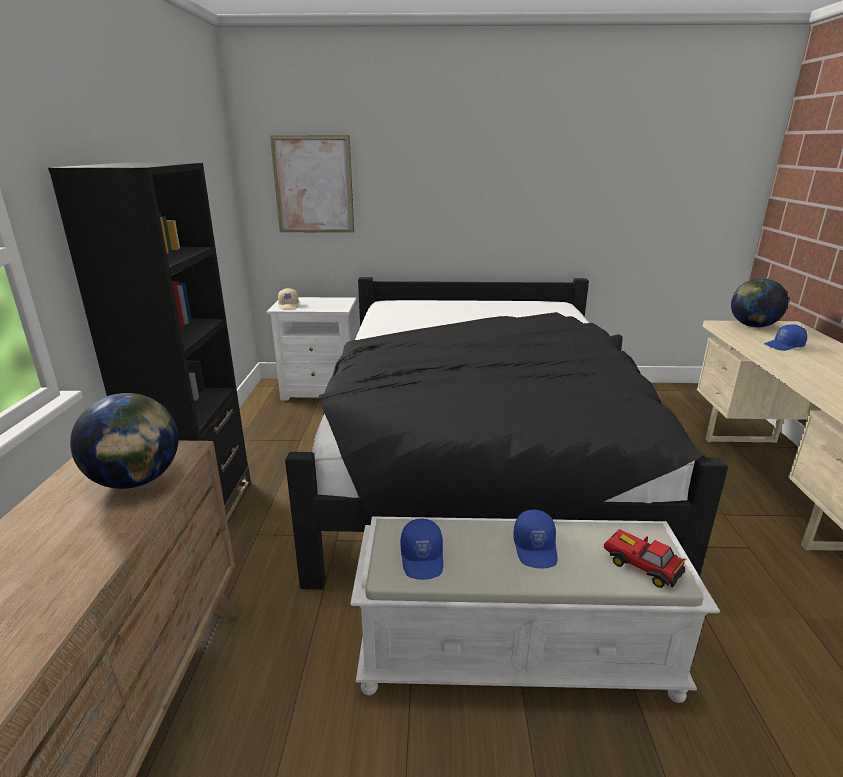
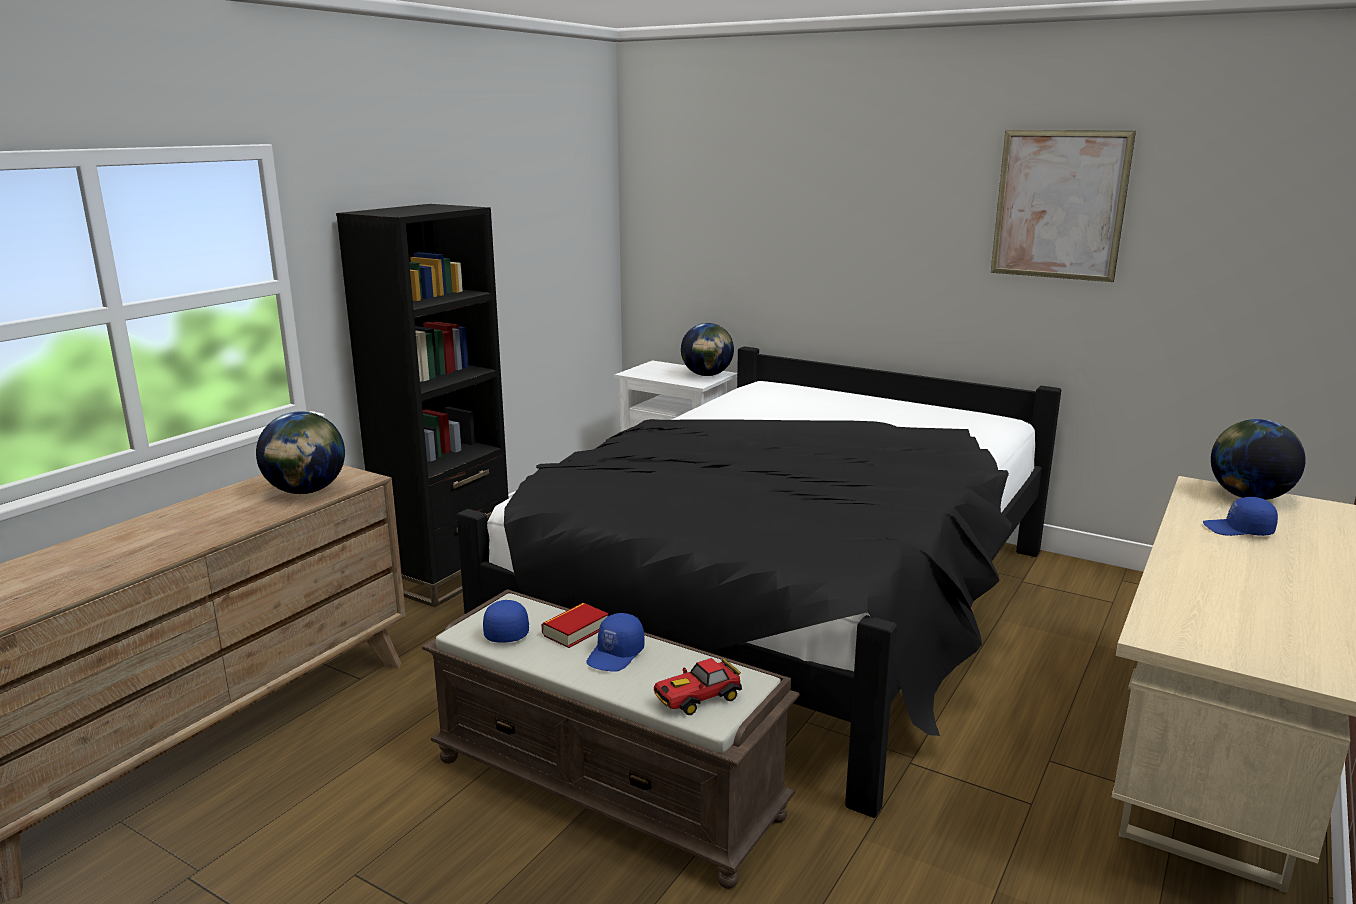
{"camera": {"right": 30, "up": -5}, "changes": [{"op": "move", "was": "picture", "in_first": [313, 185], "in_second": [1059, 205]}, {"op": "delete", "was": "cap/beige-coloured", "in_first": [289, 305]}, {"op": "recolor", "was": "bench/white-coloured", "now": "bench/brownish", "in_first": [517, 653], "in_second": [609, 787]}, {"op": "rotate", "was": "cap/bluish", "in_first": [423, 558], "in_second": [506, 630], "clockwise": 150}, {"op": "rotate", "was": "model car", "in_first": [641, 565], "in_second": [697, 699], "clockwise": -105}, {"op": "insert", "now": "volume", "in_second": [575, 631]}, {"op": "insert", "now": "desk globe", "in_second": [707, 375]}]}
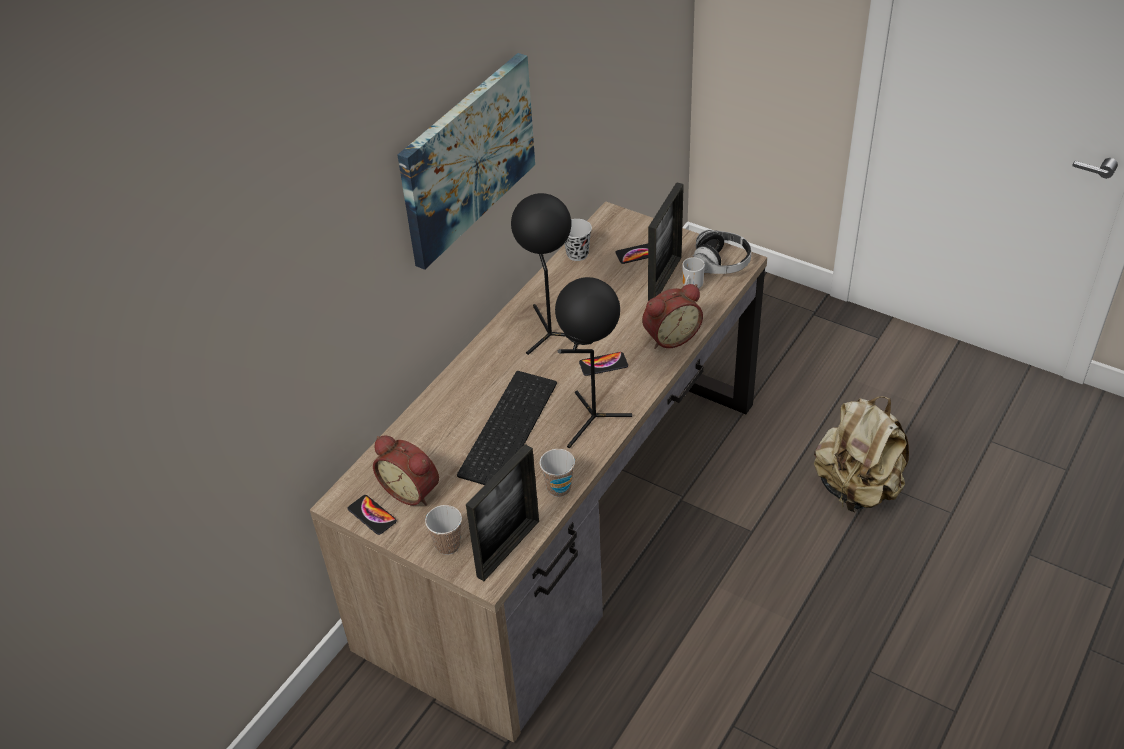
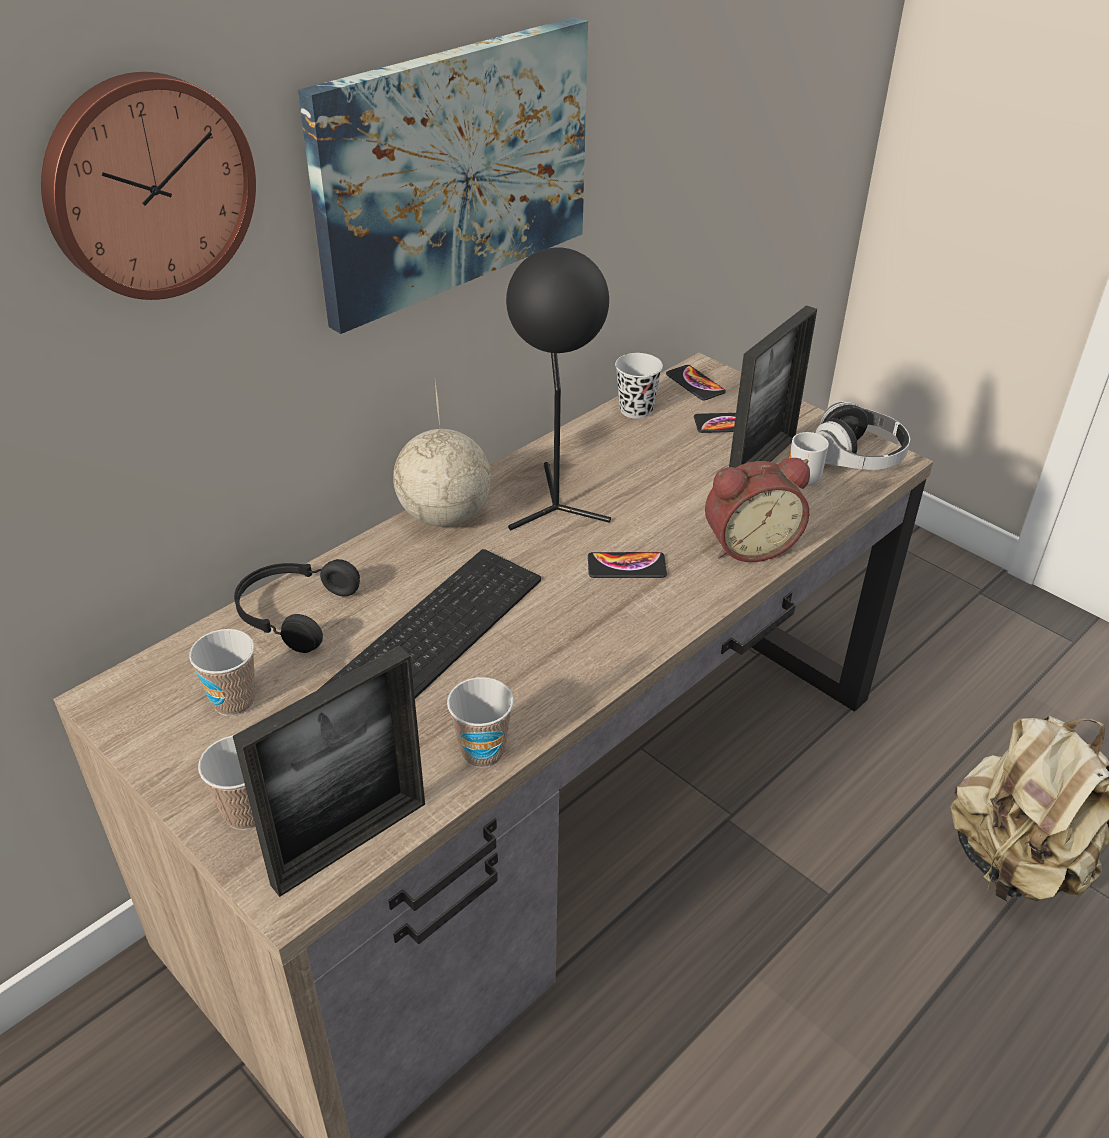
{"camera": {"right": 10, "up": -5}, "changes": [{"op": "move", "was": "handset", "in_first": [372, 515], "in_second": [695, 384]}, {"op": "replace", "was": "alarm clock", "now": "small cup", "in_first": [412, 489], "in_second": [234, 701]}, {"op": "delete", "was": "lamp for a table/black", "in_first": [591, 420]}, {"op": "insert", "now": "clock on the wall", "in_second": [147, 186]}, {"op": "insert", "now": "headphones/black", "in_second": [293, 613]}, {"op": "insert", "now": "desk globe", "in_second": [445, 516]}]}
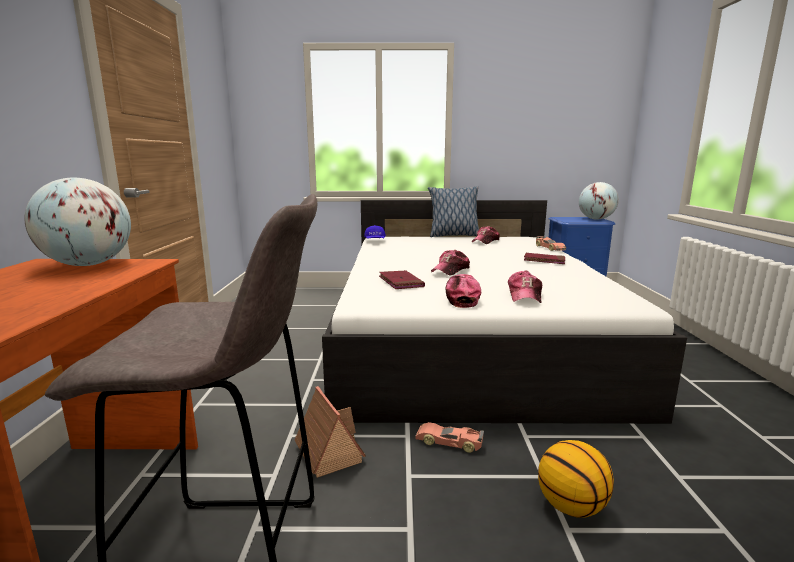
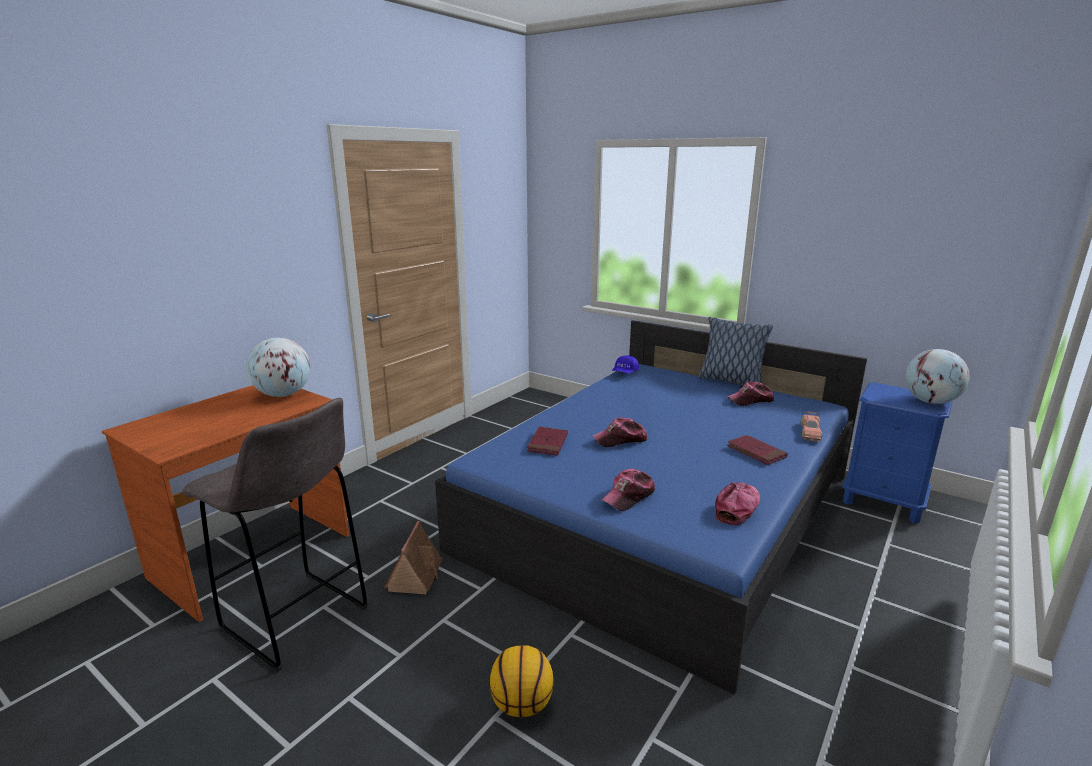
{"camera": {"right": 35, "up": 5}, "changes": [{"op": "recolor", "was": "bedroom bed/white-coloured", "now": "bedroom bed/bluish", "in_first": [466, 336], "in_second": [662, 511]}, {"op": "delete", "was": "model car", "in_first": [449, 442]}, {"op": "move", "was": "cap", "in_first": [461, 298], "in_second": [737, 508]}]}
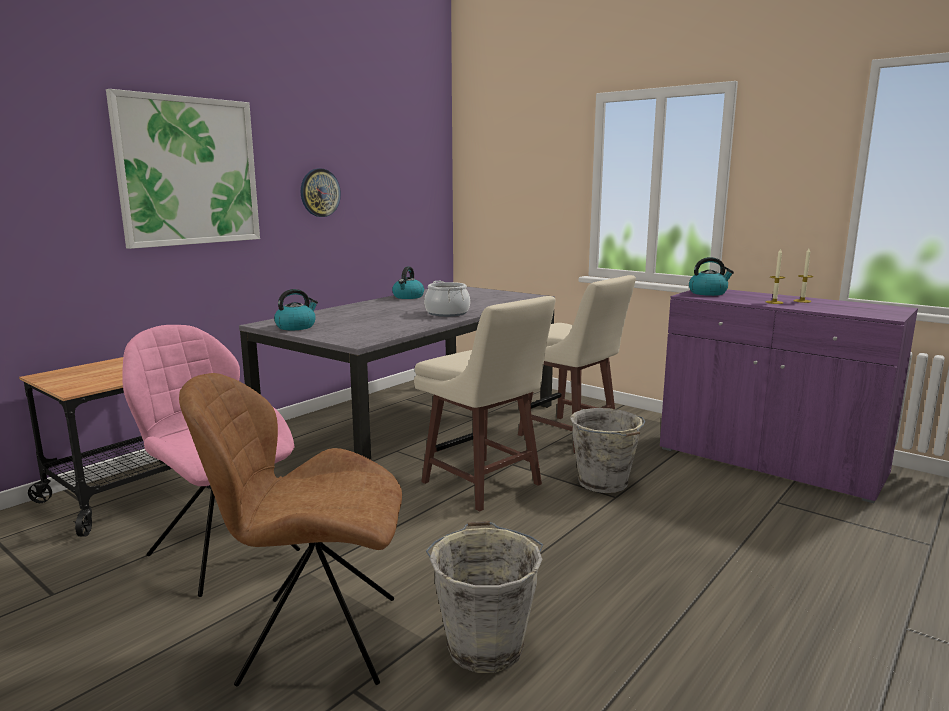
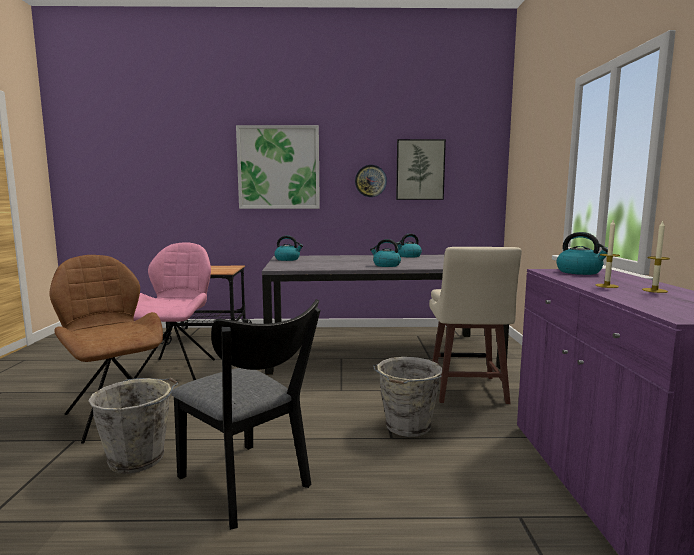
{"camera": {"right": 50, "up": -5}, "changes": [{"op": "delete", "was": "sitting stool/beige-coloured", "in_first": [483, 485]}, {"op": "replace", "was": "stockpot", "now": "water kettle", "in_first": [447, 313], "in_second": [386, 265]}, {"op": "insert", "now": "upright chair/black", "in_second": [248, 486]}, {"op": "insert", "now": "picture", "in_second": [420, 170]}]}
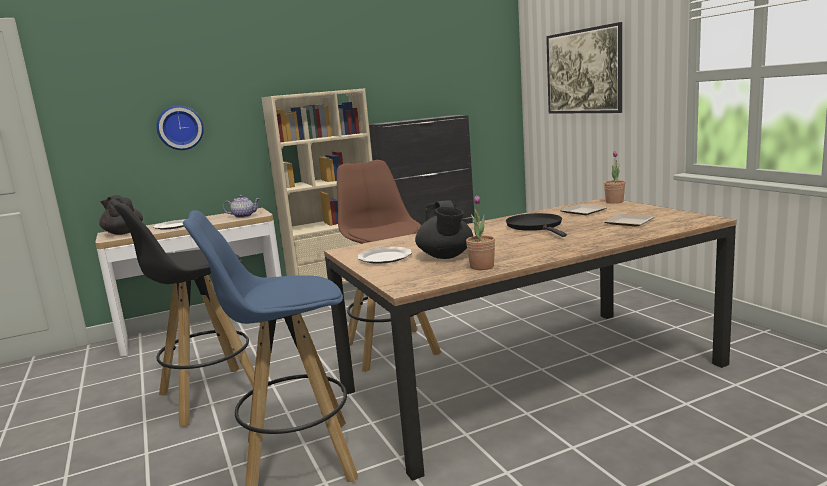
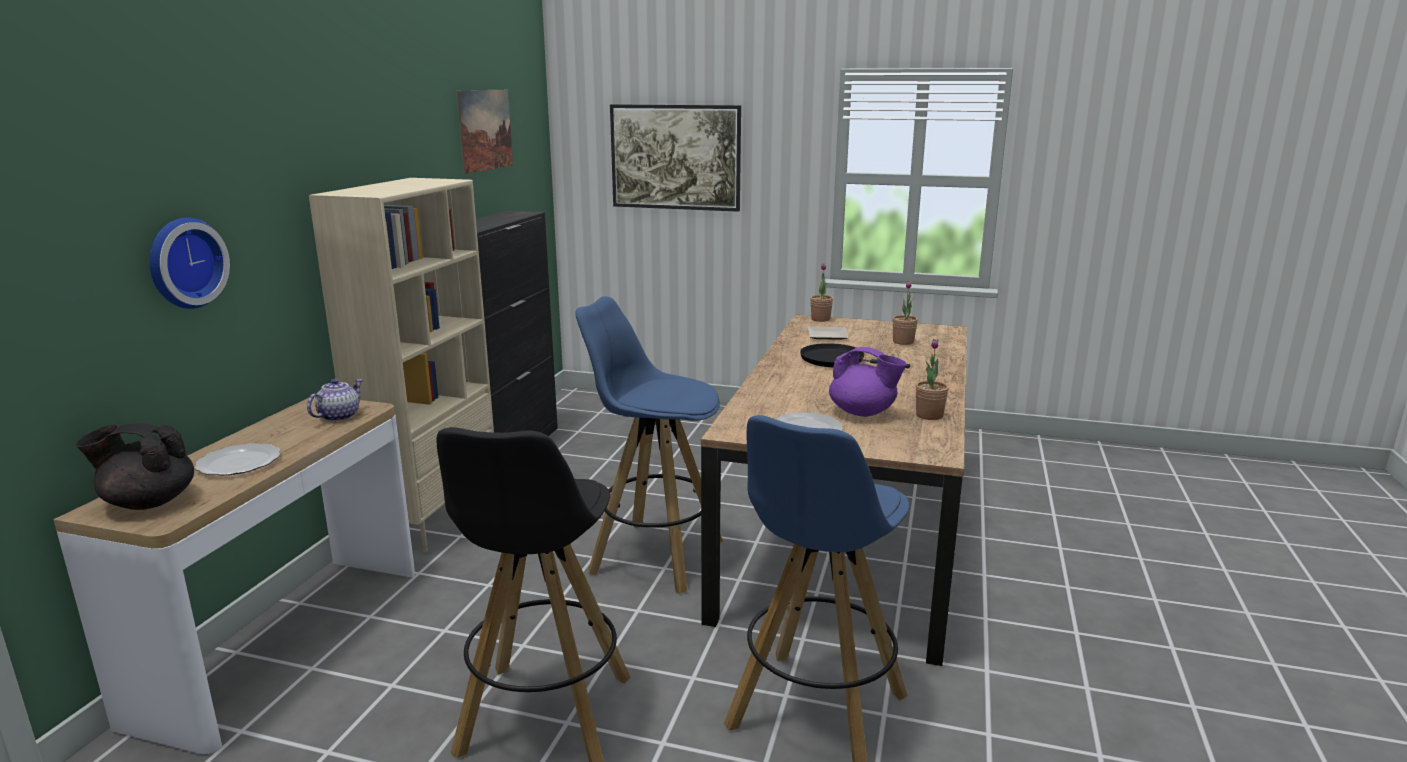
{"camera": {"right": -50, "up": 5}, "changes": [{"op": "recolor", "was": "sitting stool/brownish", "now": "sitting stool/bluish", "in_first": [391, 349], "in_second": [654, 556]}, {"op": "recolor", "was": "tea pot/black", "now": "tea pot/purplish", "in_first": [446, 256], "in_second": [863, 412]}, {"op": "replace", "was": "flat dish", "now": "potted plant", "in_first": [631, 222], "in_second": [903, 342]}, {"op": "insert", "now": "picture", "in_second": [485, 130]}]}
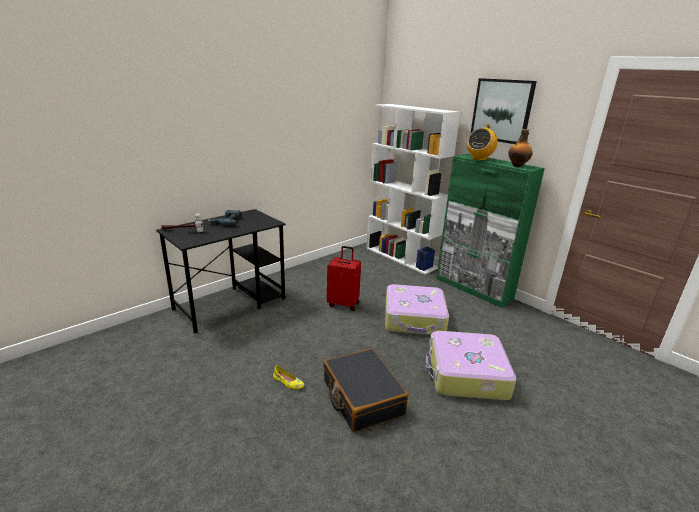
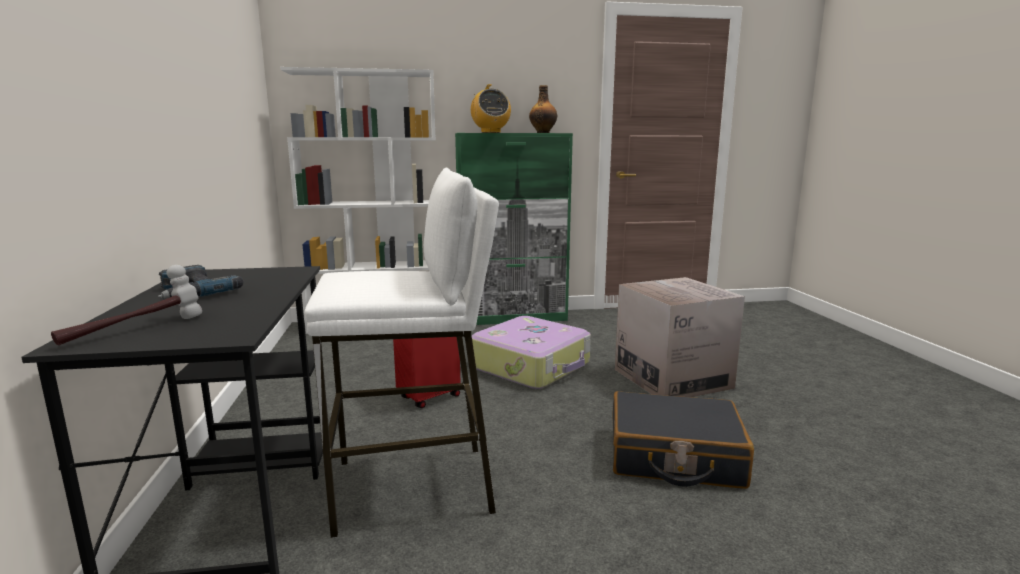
{"camera": {"right": -55, "up": -10}, "changes": [{"op": "delete", "was": "shoe/yellow-coloured", "in_first": [288, 382]}, {"op": "replace", "was": "travel case", "now": "cardboard box", "in_first": [466, 374], "in_second": [672, 378]}, {"op": "delete", "was": "picture", "in_first": [502, 111]}, {"op": "insert", "now": "sitting stool/white-coloured", "in_second": [414, 488]}]}
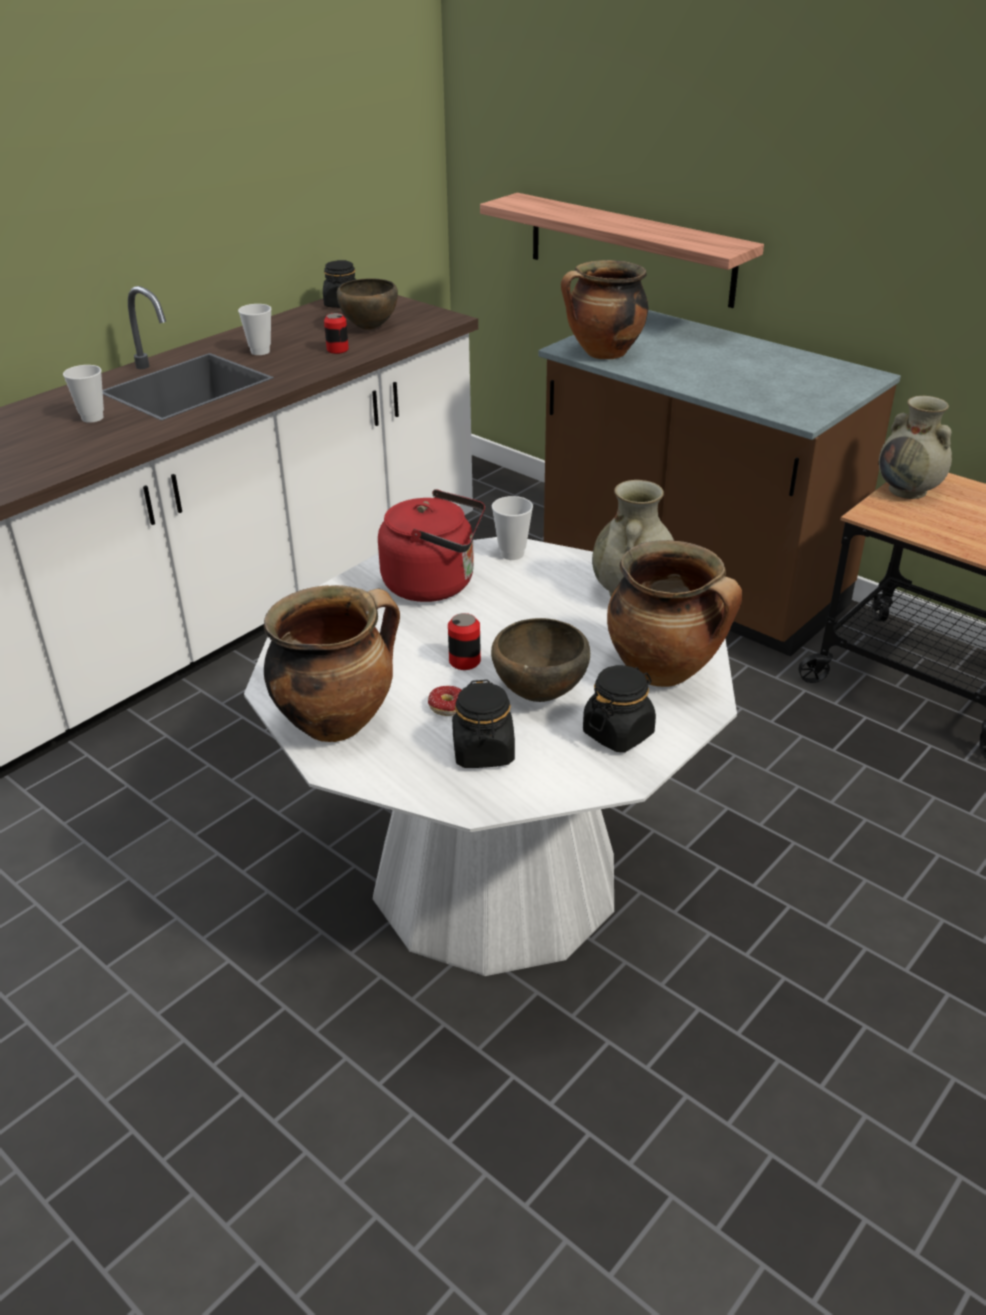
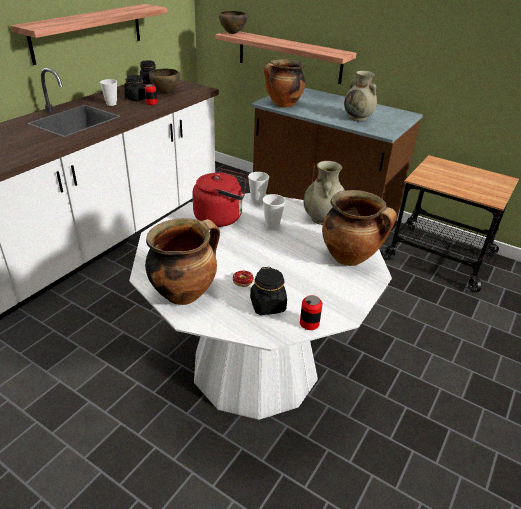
{"camera": {"right": -10, "up": 0}, "changes": [{"op": "move", "was": "small cup", "in_first": [92, 418], "in_second": [272, 225]}, {"op": "move", "was": "sealed can", "in_first": [464, 661], "in_second": [309, 323]}, {"op": "move", "was": "bowl/brownish", "in_first": [538, 696], "in_second": [232, 33]}, {"op": "move", "was": "jar/black", "in_first": [618, 733], "in_second": [136, 98]}, {"op": "move", "was": "flower vase/beige-coloured", "in_first": [908, 491], "in_second": [358, 118]}, {"op": "insert", "now": "shelf", "in_second": [88, 32]}]}
